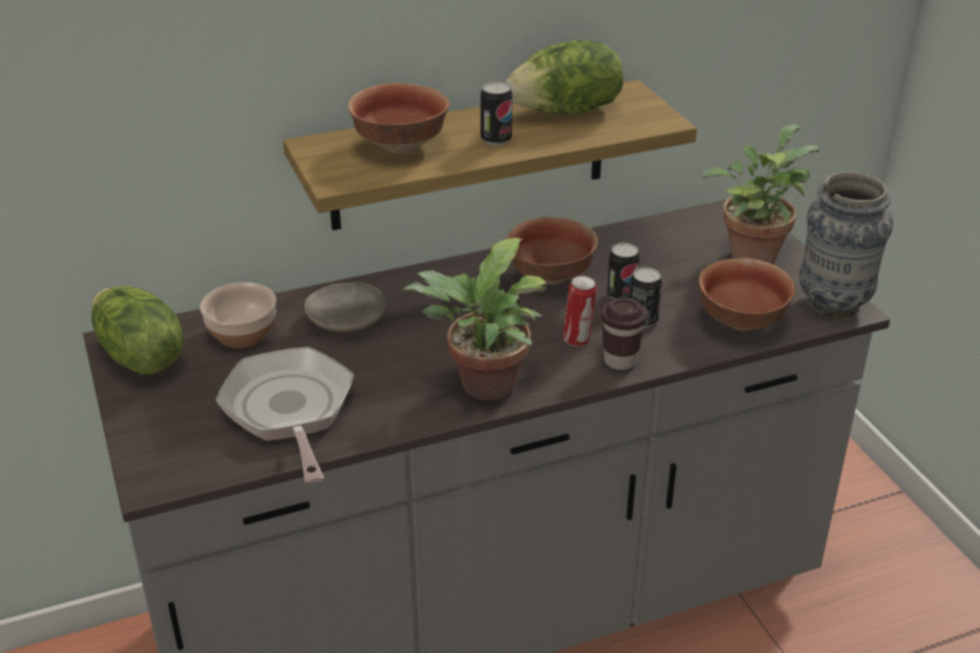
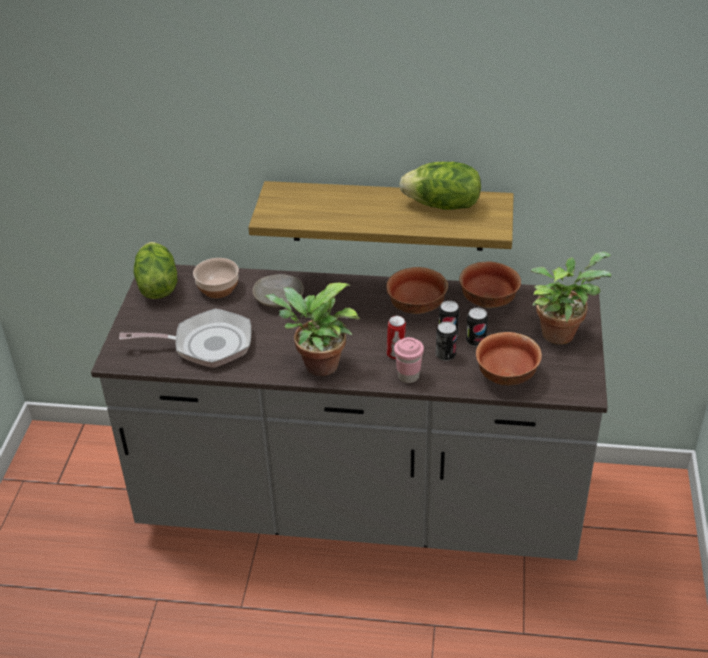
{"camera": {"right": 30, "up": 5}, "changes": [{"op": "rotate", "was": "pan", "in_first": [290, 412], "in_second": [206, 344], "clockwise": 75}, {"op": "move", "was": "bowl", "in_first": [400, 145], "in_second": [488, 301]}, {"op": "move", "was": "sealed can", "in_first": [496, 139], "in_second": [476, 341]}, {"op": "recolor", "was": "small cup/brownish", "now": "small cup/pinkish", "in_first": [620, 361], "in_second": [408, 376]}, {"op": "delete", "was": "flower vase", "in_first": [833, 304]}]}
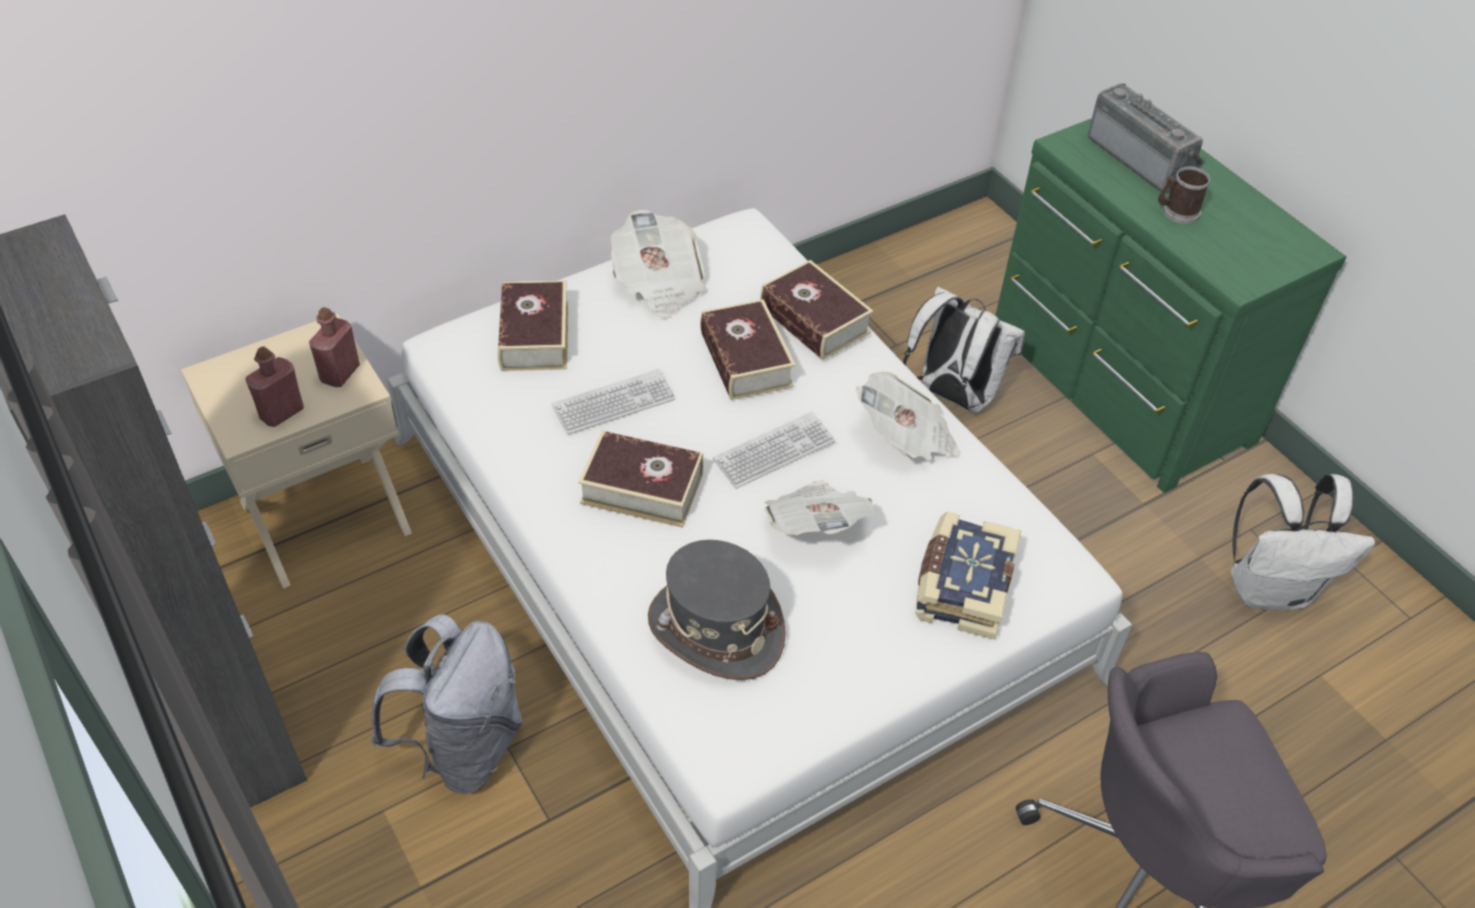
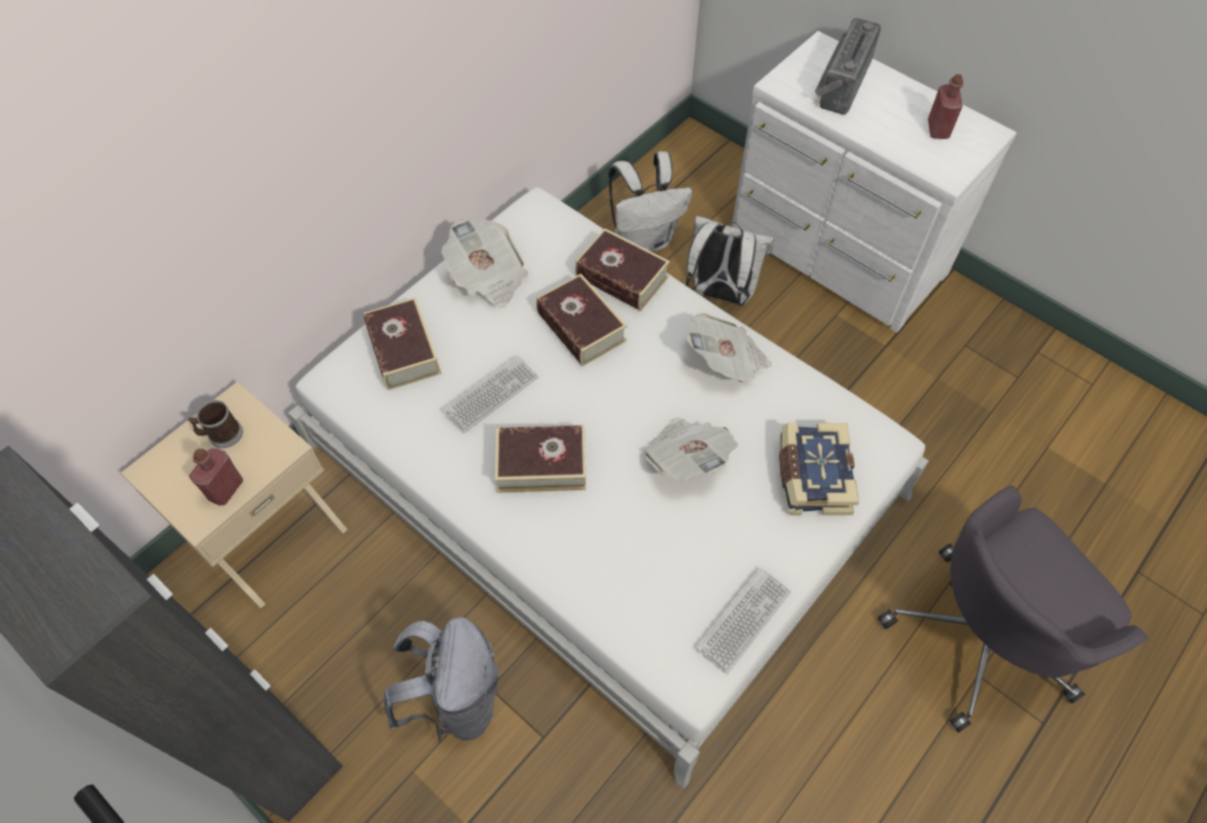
{"camera": {"right": -15, "up": 10}, "changes": [{"op": "move", "was": "beverage bottle/red-coloured", "in_first": [340, 373], "in_second": [938, 129]}, {"op": "delete", "was": "wearable hat/greyish", "in_first": [715, 629]}, {"op": "move", "was": "computer keyboard", "in_first": [774, 451], "in_second": [743, 620]}, {"op": "recolor", "was": "chest of drawers/greenish", "now": "chest of drawers/white-coloured", "in_first": [1116, 388], "in_second": [836, 255]}, {"op": "rotate", "was": "radio set", "in_first": [1141, 159], "in_second": [840, 83], "clockwise": -105}, {"op": "move", "was": "mug", "in_first": [1176, 212], "in_second": [221, 434]}, {"op": "move", "was": "knapsack/white-coloured", "in_first": [1270, 588], "in_second": [644, 240]}]}
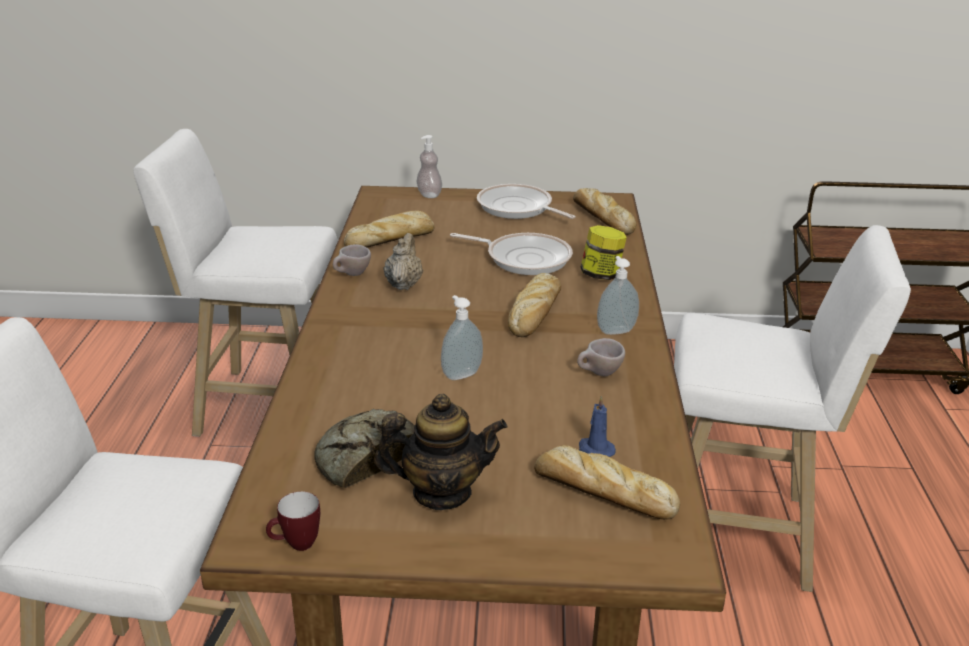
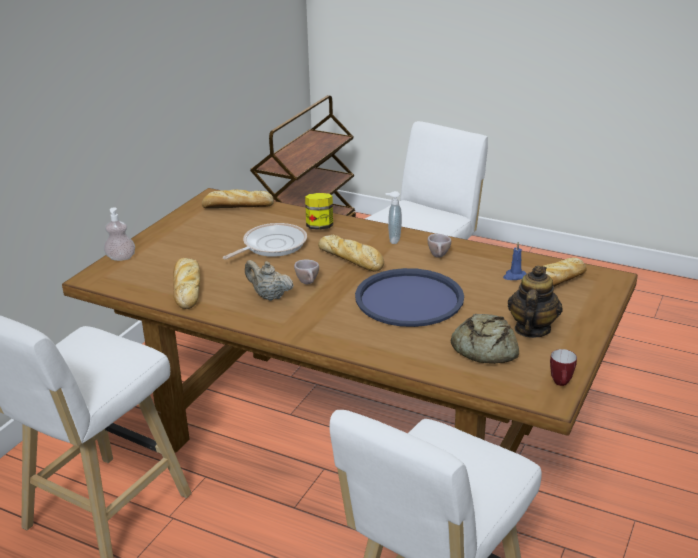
{"camera": {"right": -65, "up": 0}, "changes": [{"op": "move", "was": "small cup/beige-coloured", "in_first": [352, 275], "in_second": [308, 283]}, {"op": "replace", "was": "liquid soap bottle", "now": "serving tray/bluish", "in_first": [460, 374], "in_second": [409, 299]}, {"op": "delete", "was": "pan", "in_first": [517, 208]}]}
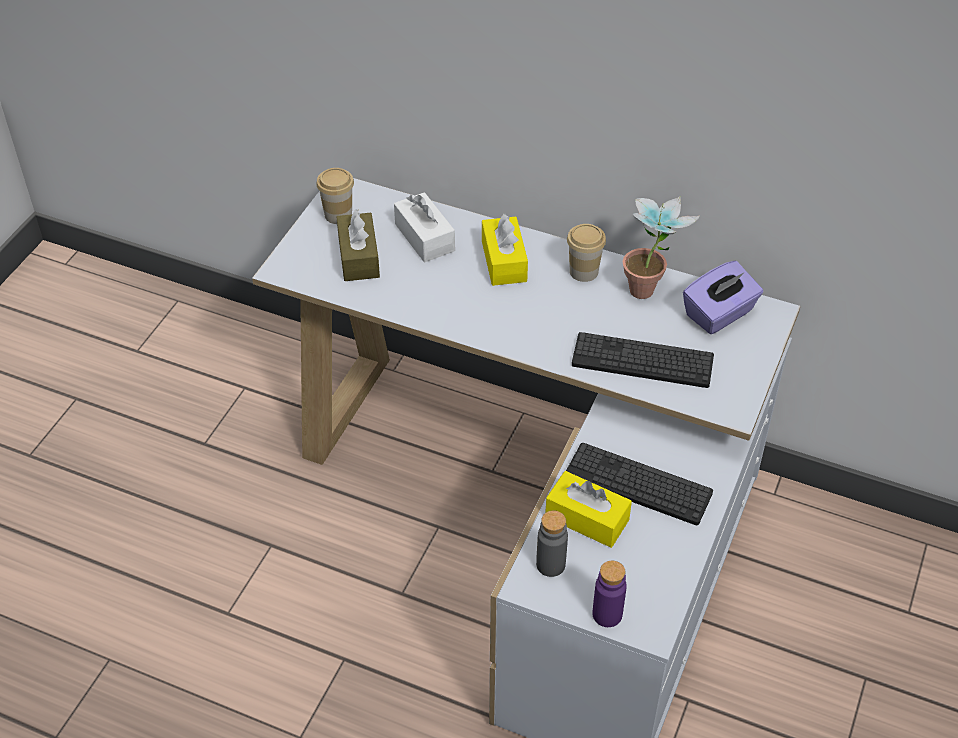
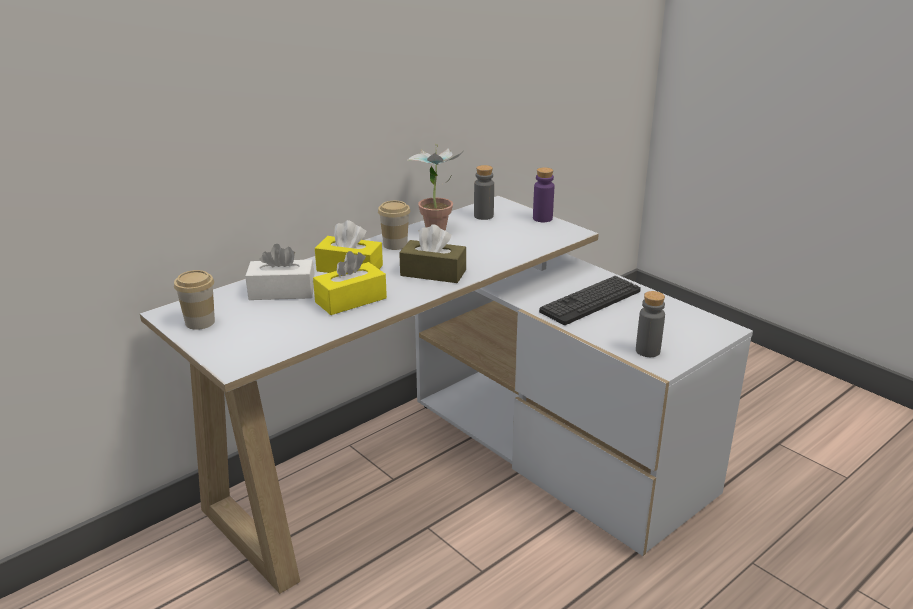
{"camera": {"right": -65, "up": -20}, "changes": [{"op": "move", "was": "tissue holder/brownish", "in_first": [358, 257], "in_second": [433, 273]}, {"op": "move", "was": "tissue holder/yellow-coloured", "in_first": [587, 518], "in_second": [351, 300]}, {"op": "delete", "was": "computer keyboard", "in_first": [642, 361]}, {"op": "move", "was": "beverage bottle/purplish", "in_first": [607, 614], "in_second": [542, 218]}, {"op": "replace", "was": "tissue holder/purplish", "now": "beverage bottle/greyish", "in_first": [719, 314], "in_second": [483, 216]}]}
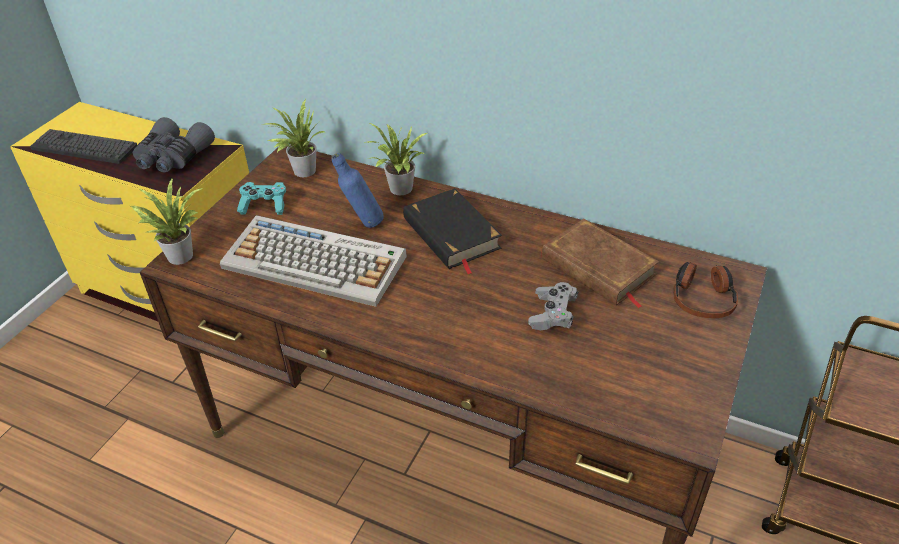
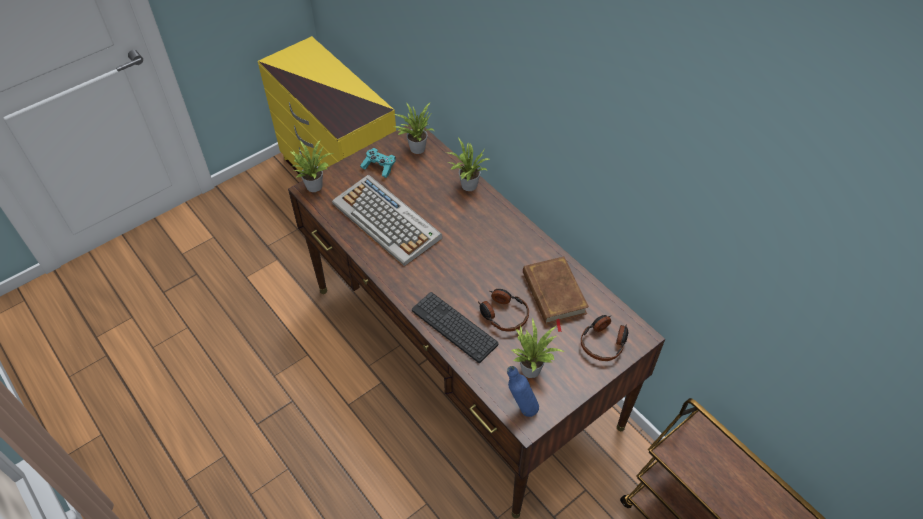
{"camera": {"right": 25, "up": 10}, "changes": [{"op": "move", "was": "computer keyboard", "in_first": [84, 147], "in_second": [454, 327]}, {"op": "delete", "was": "pair of binoculars/greyish", "in_first": [173, 157]}, {"op": "move", "was": "beverage bottle/bluish", "in_first": [362, 224], "in_second": [521, 408]}, {"op": "delete", "was": "volume/black", "in_first": [451, 234]}, {"op": "replace", "was": "game controller/greyish", "now": "headphones", "in_first": [552, 314], "in_second": [503, 314]}, {"op": "insert", "now": "potted plant", "in_second": [531, 367]}]}
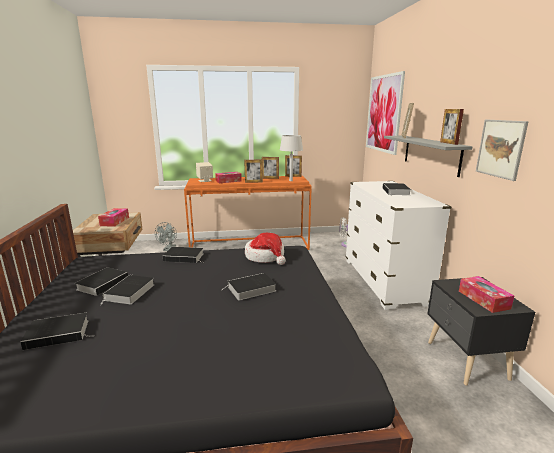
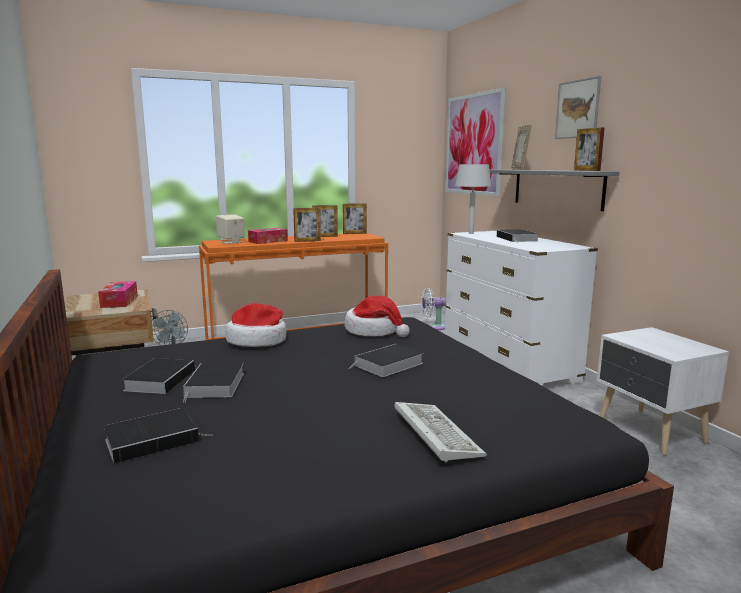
{"camera": {"right": -15, "up": -5}, "changes": [{"op": "replace", "was": "volume", "now": "wearable hat", "in_first": [185, 257], "in_second": [258, 341]}, {"op": "move", "was": "lamp for a table/greyish", "in_first": [290, 180], "in_second": [470, 233]}, {"op": "recolor", "was": "bedside table/black", "now": "bedside table/white-coloured", "in_first": [466, 361], "in_second": [650, 432]}, {"op": "delete", "was": "tissue holder", "in_first": [483, 299]}, {"op": "move", "was": "picture", "in_first": [500, 148], "in_second": [578, 109]}, {"op": "insert", "now": "computer keyboard", "in_second": [433, 433]}]}
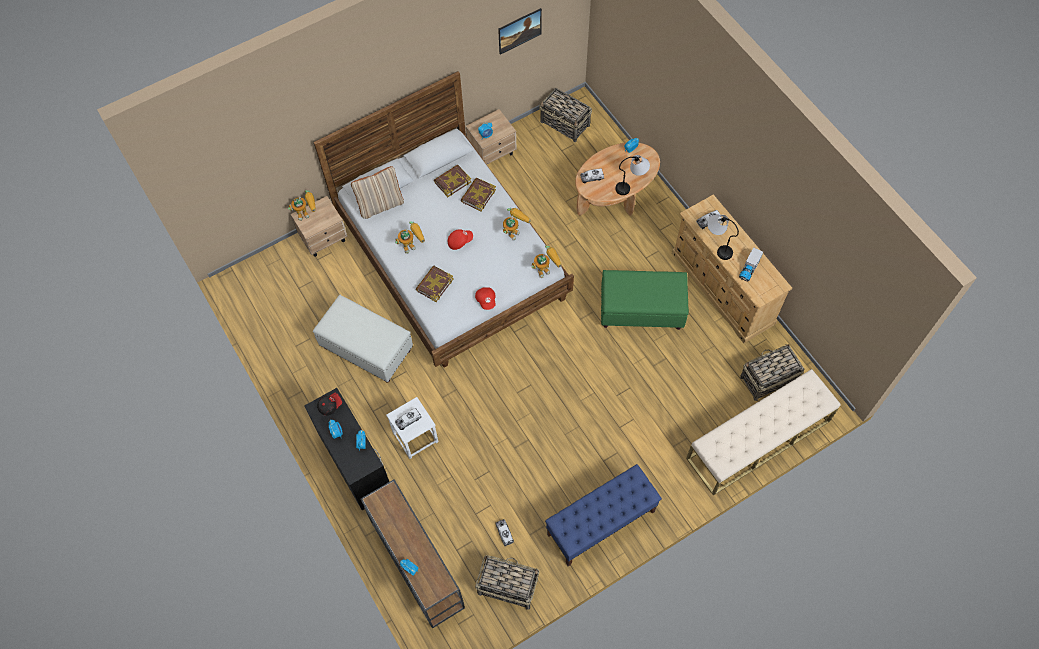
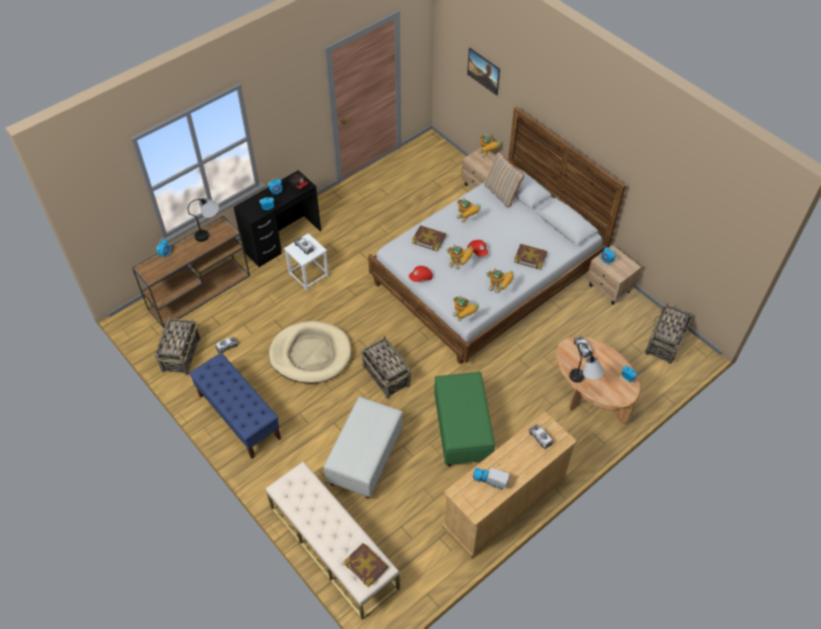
{"camera": {"right": 80, "up": -10}, "changes": [{"op": "move", "was": "ottoman/white-coloured", "in_first": [367, 349], "in_second": [365, 459]}, {"op": "move", "was": "volume", "in_first": [452, 182], "in_second": [366, 565]}, {"op": "move", "was": "picture", "in_first": [520, 37], "in_second": [483, 77]}, {"op": "move", "was": "lamp for a table", "in_first": [717, 245], "in_second": [209, 231]}, {"op": "move", "was": "storage basket", "in_first": [767, 379], "in_second": [386, 375]}, {"op": "insert", "now": "pet bed/beige-coloured", "in_second": [310, 354]}, {"op": "insert", "now": "toy robot", "in_second": [460, 265]}]}
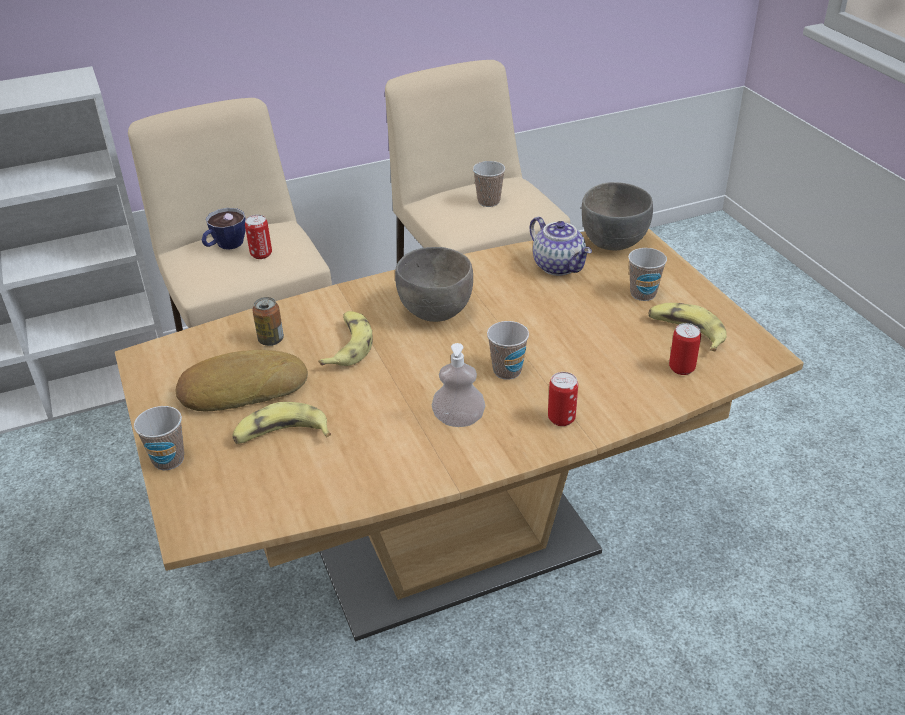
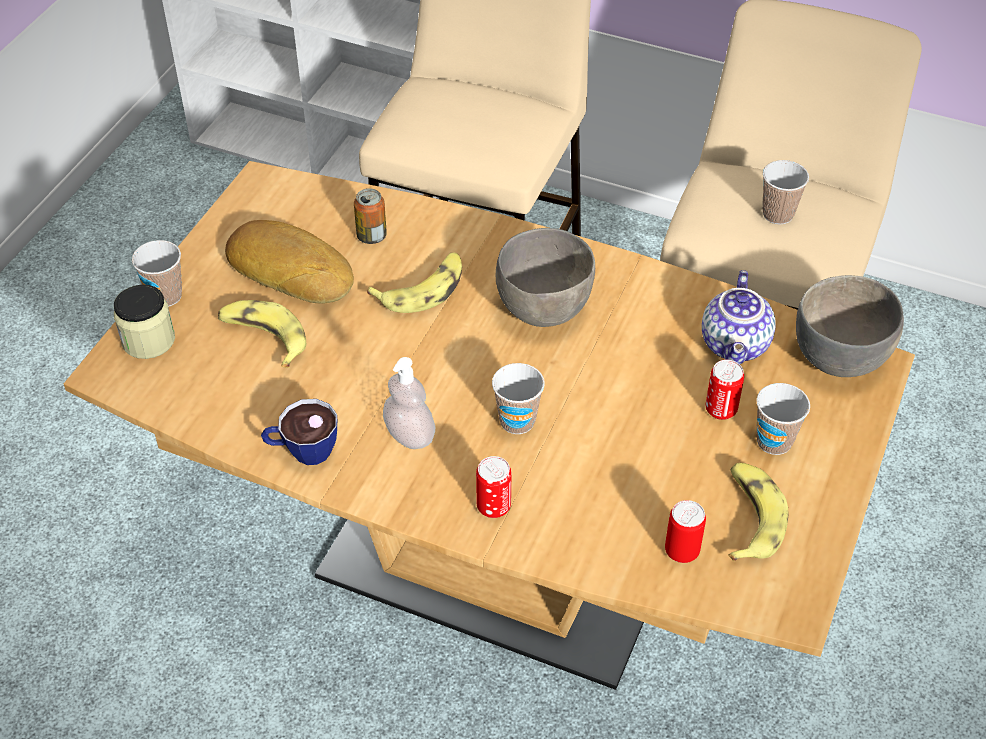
{"camera": {"right": 45, "up": 10}, "changes": [{"op": "move", "was": "small cup", "in_first": [225, 246], "in_second": [302, 451]}, {"op": "move", "was": "sealed can", "in_first": [261, 254], "in_second": [721, 410]}, {"op": "insert", "now": "jar", "in_second": [148, 340]}]}
